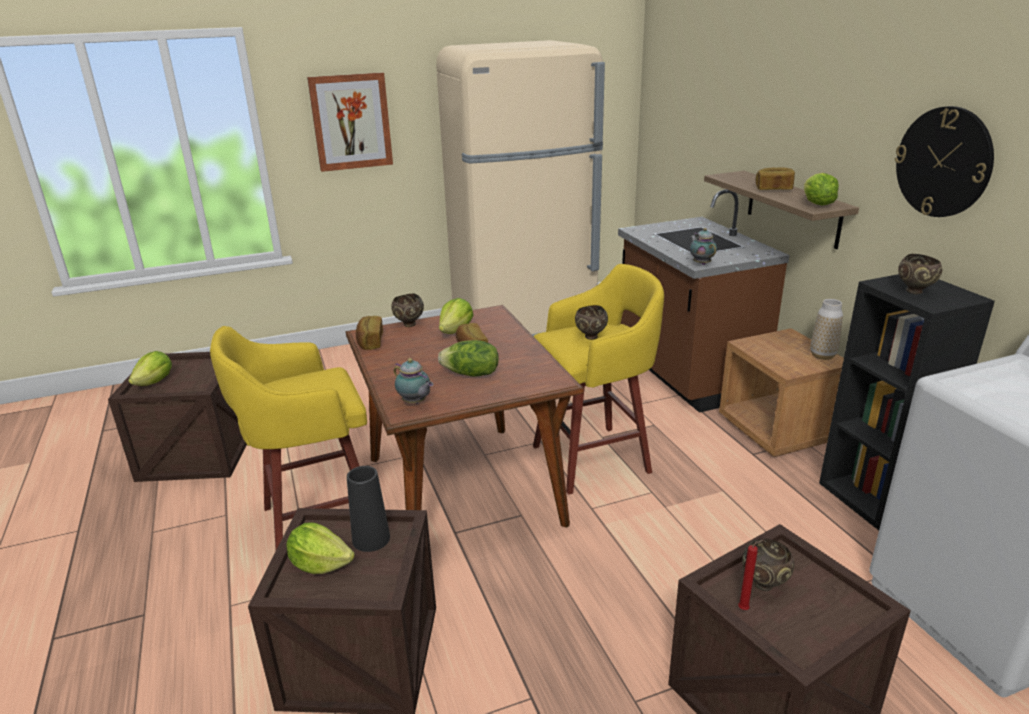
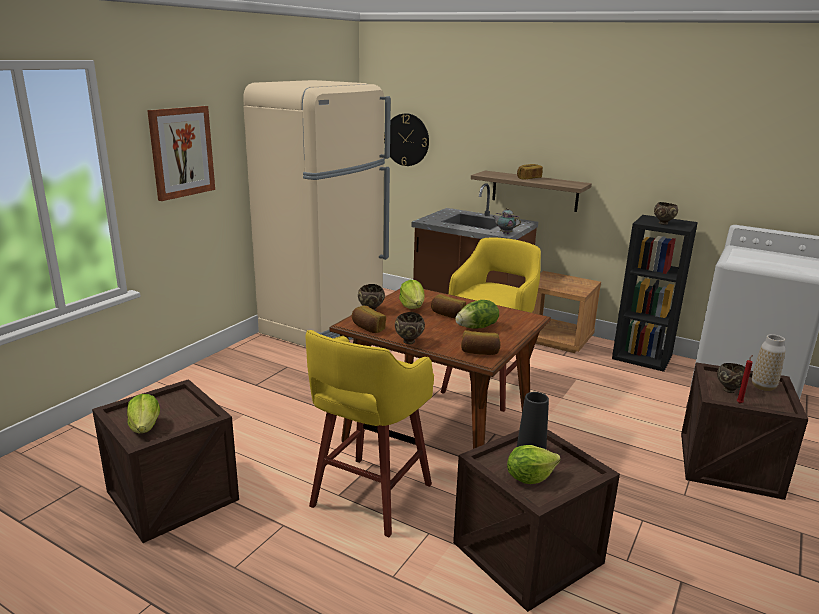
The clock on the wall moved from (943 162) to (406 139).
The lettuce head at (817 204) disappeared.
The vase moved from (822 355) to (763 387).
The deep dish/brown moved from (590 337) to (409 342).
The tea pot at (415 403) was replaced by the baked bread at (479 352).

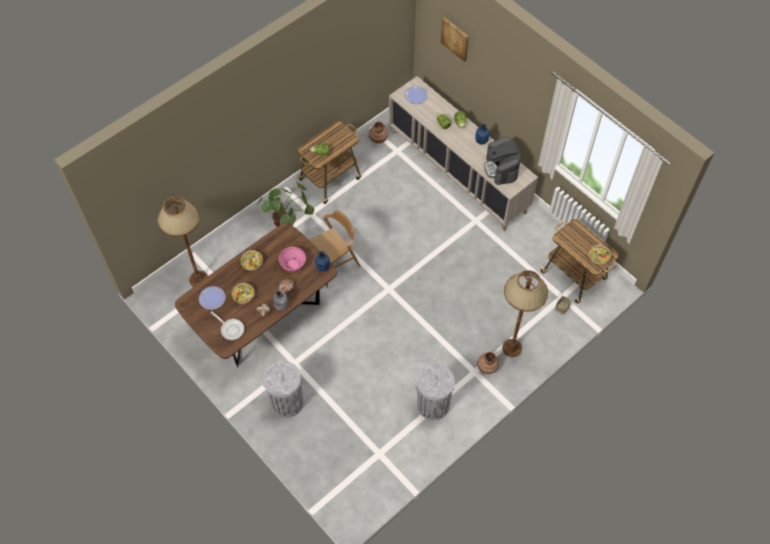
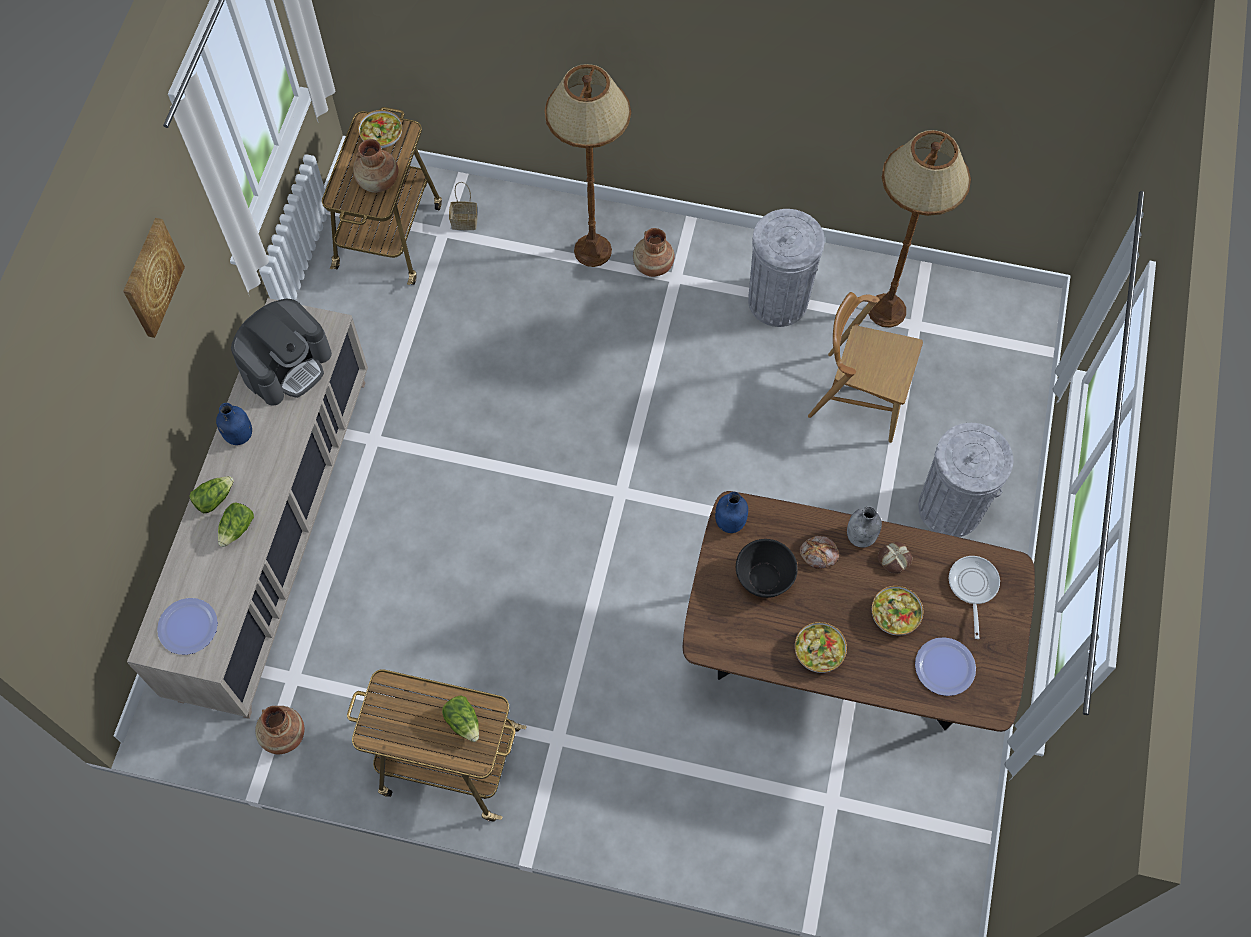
The wall art moved from (455 38) to (151 277).
The houseplant at (287 222) disappeared.
The floor lamp/brown moved from (198 279) to (887 311).
The upright chair/brown moved from (333 264) to (859 396).
The deep dish/pink at (293 264) became the deep dish/black-coloured at (764 577).
The vase/brown at (378 182) appeared.

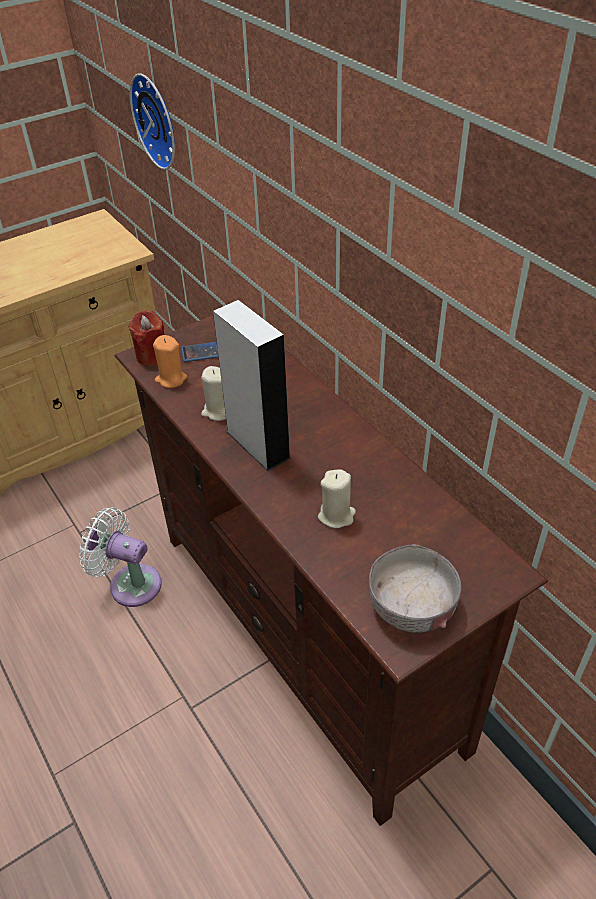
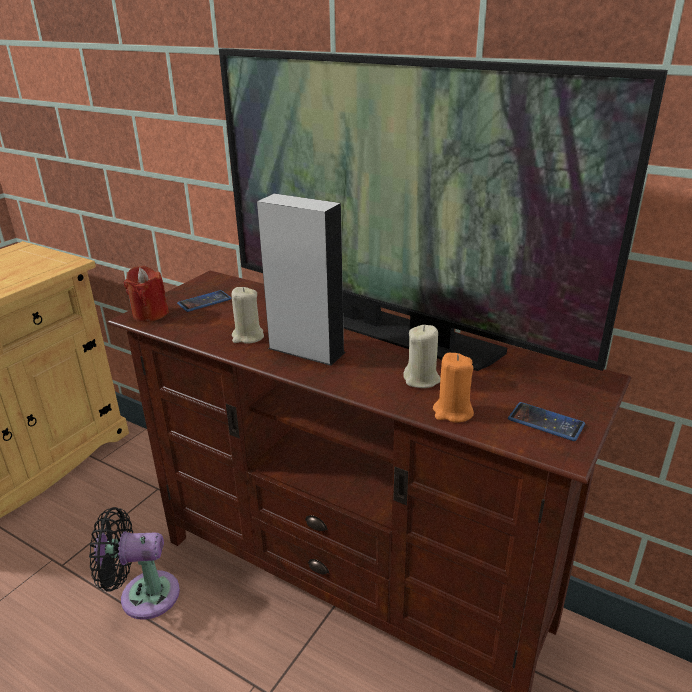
The clock on the wall at (159 120) disappeared.
The wax light/orange-coloured moved from (171 379) to (452 412).
The fan/white at (130 583) became the fan/black-coloured at (143 595).
The deep dish/greyish at (411 606) was replaced by the phone at (545 422).
The TV set at (396 333) appeared.

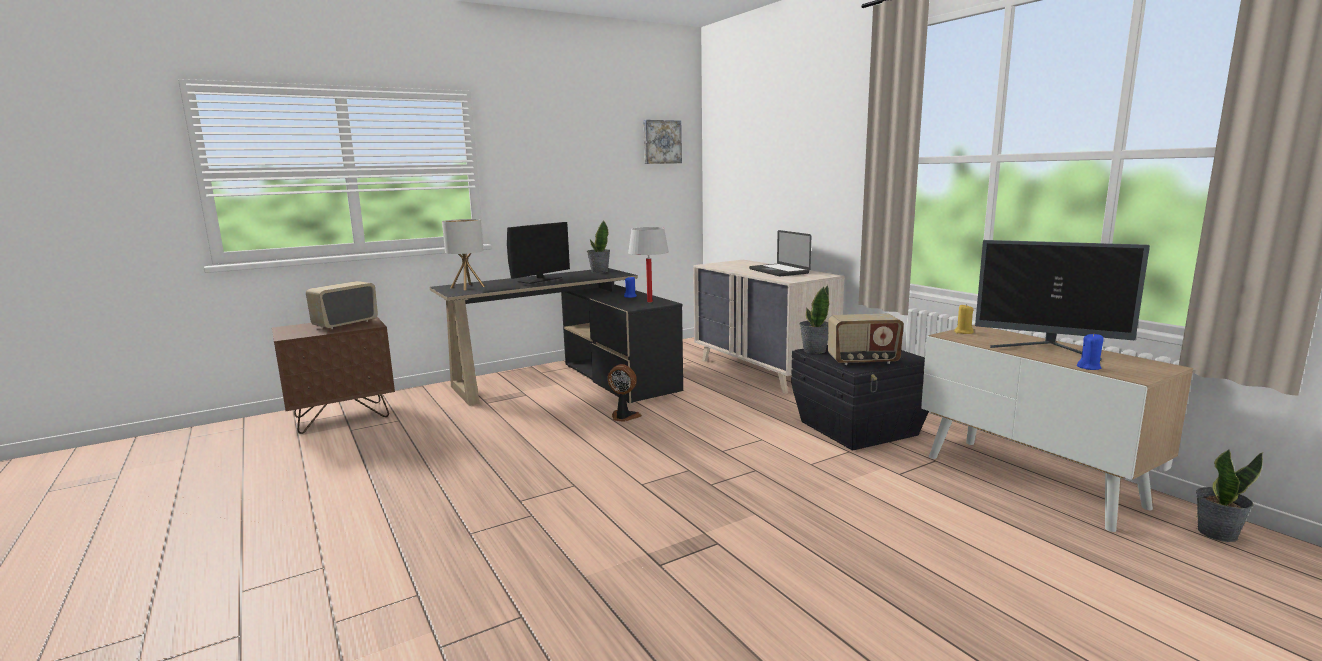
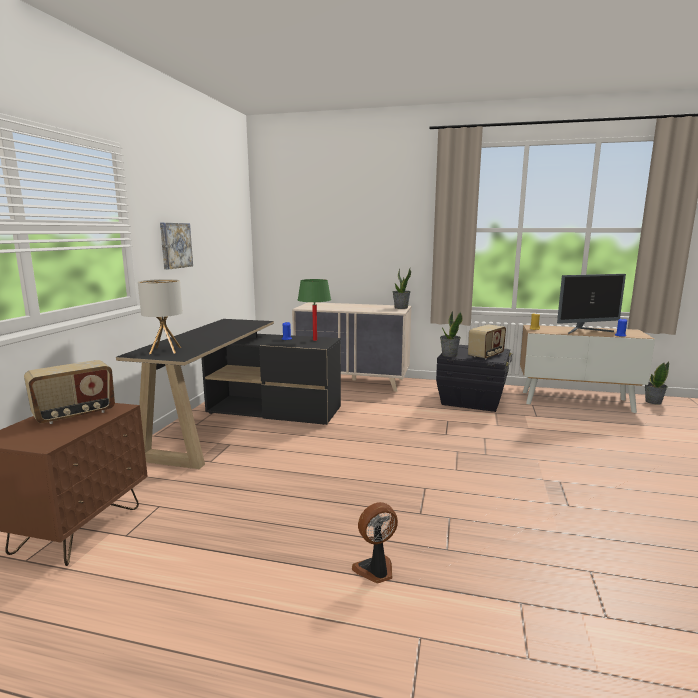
The wall art moved from (661 142) to (175 245).
The houseplant moved from (599 271) to (401 308).
The computer display at (540 280) disappeared.
The lamp for a table/white at (649 302) became the lamp for a table/green-coloured at (315 340).
The laptop at (778 271) disappeared.
The radio receiver at (345 324) turned 120 degrees counterclockwise.
The fan moved from (624 417) to (376 571).

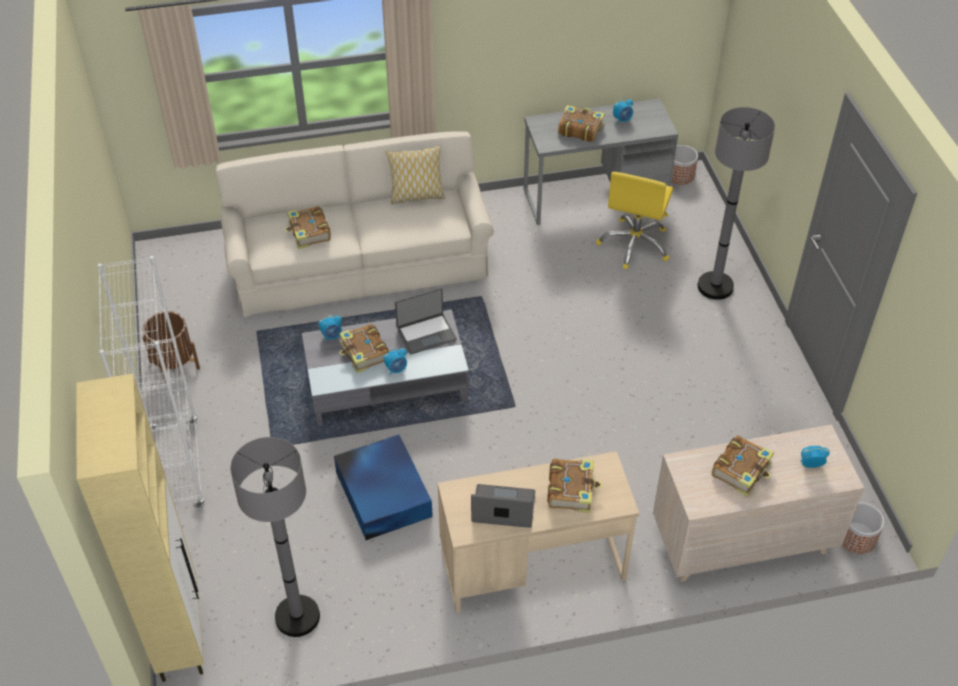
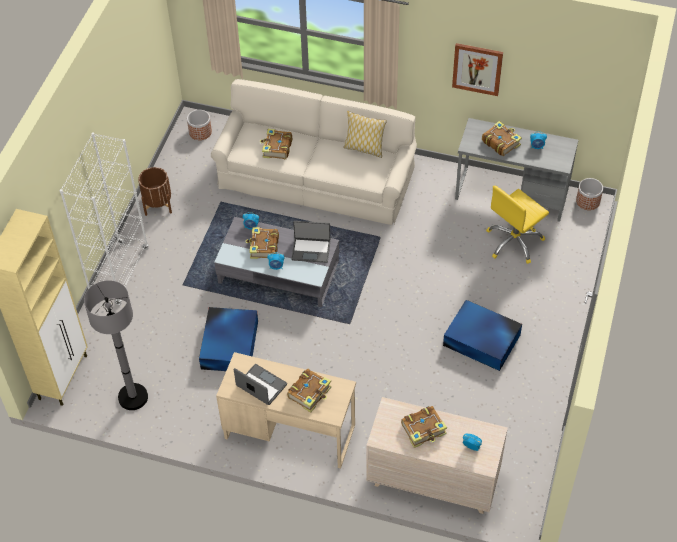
The floor lamp/greyish at (715 286) disappeared.
The flower pot moved from (856 537) to (200 132).
The wall art at (477 68) appeared.
The storage box/blue-coloured at (482 341) appeared.

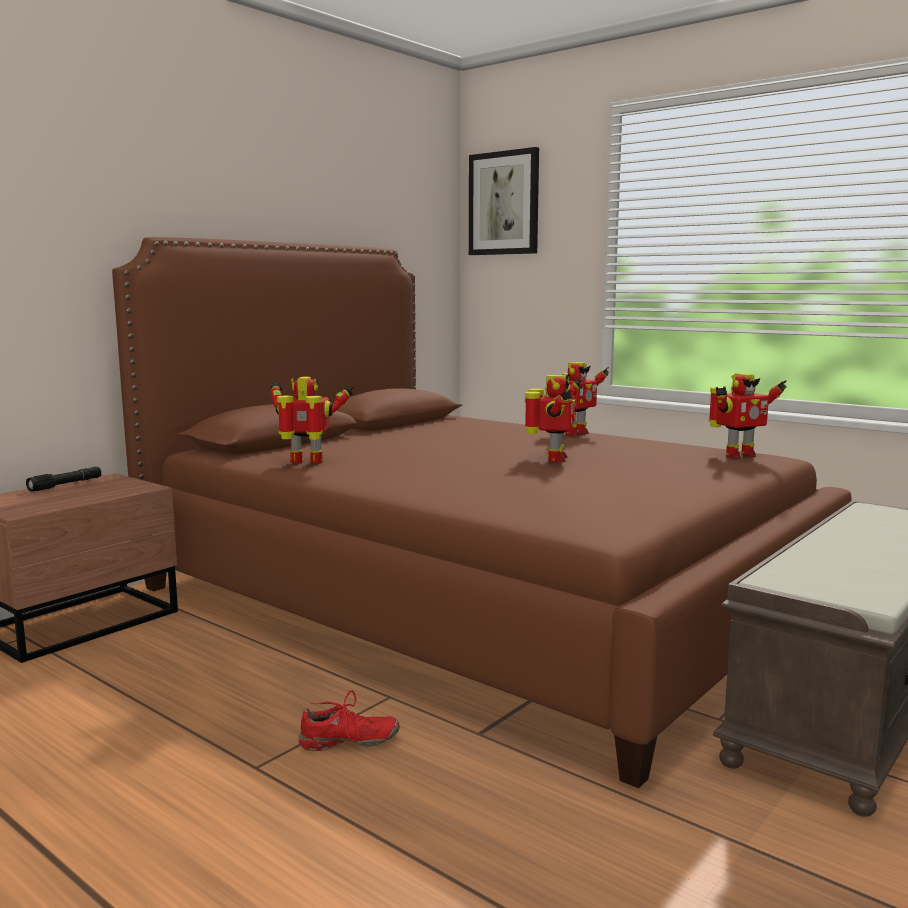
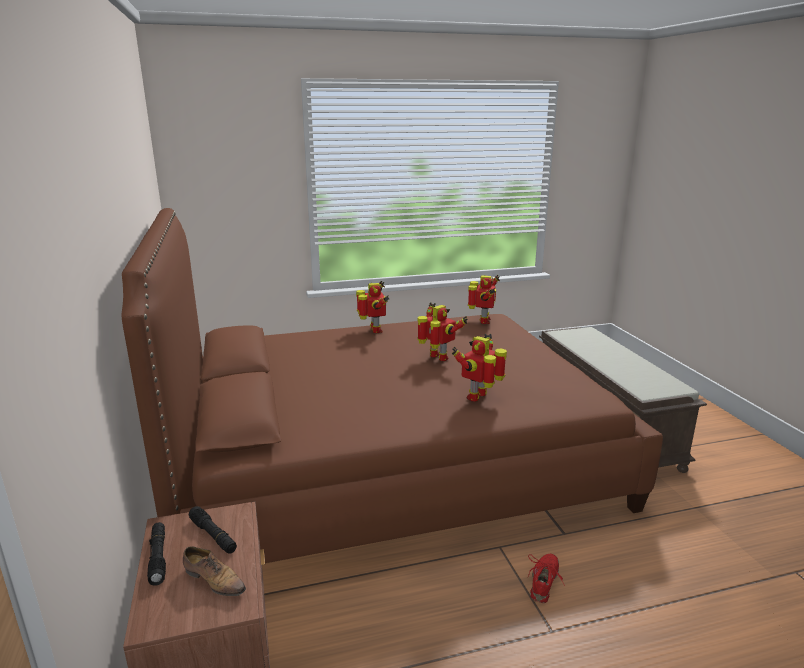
The wall art at (504 203) disappeared.
The robot figure moved from (307 462) to (479 397).
The torch/black-coloured at (213 535) appeared.
The low shoe at (214 580) appeared.

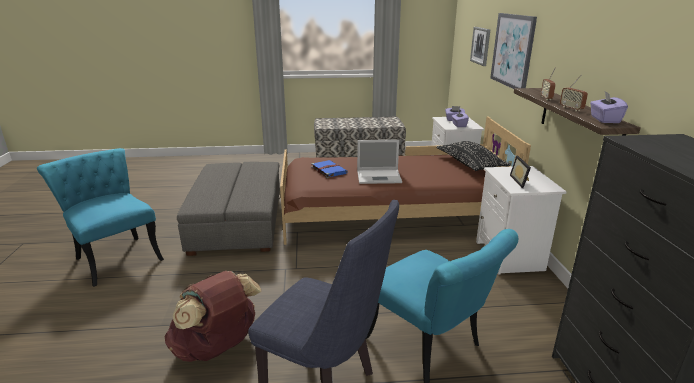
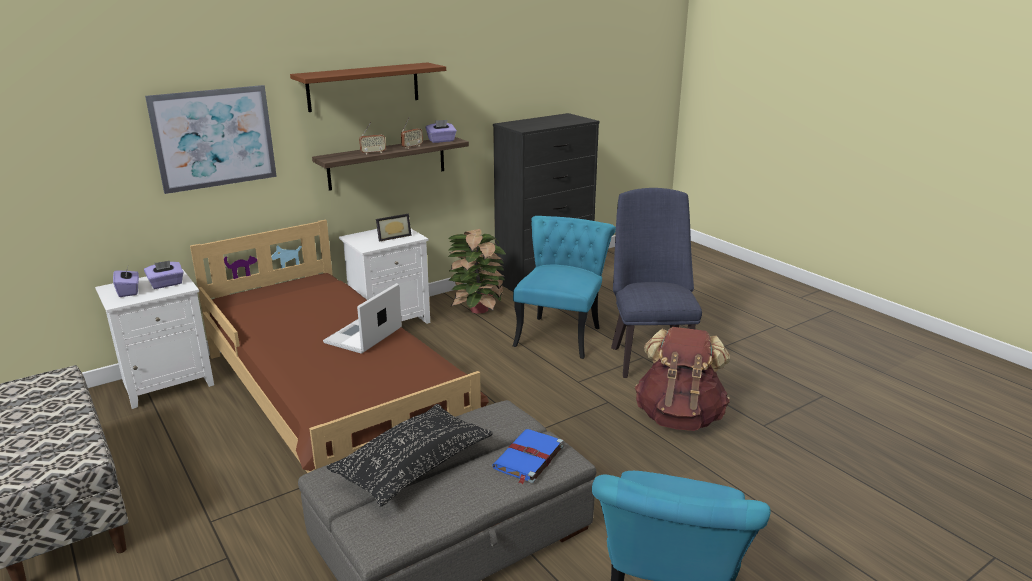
The wall art at (481 46) disappeared.
The laptop at (380 177) turned 120 degrees counterclockwise.
The pillow/black-coloured moved from (470 164) to (413 466).
The bound book/blue-coloured moved from (328 170) to (528 458).
The bracket shelf/brown at (363 86) appeared.
The houseplant at (478 308) appeared.

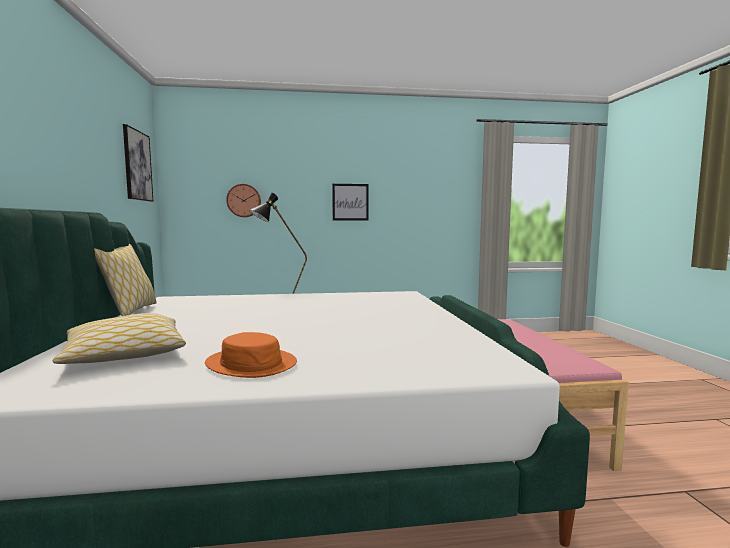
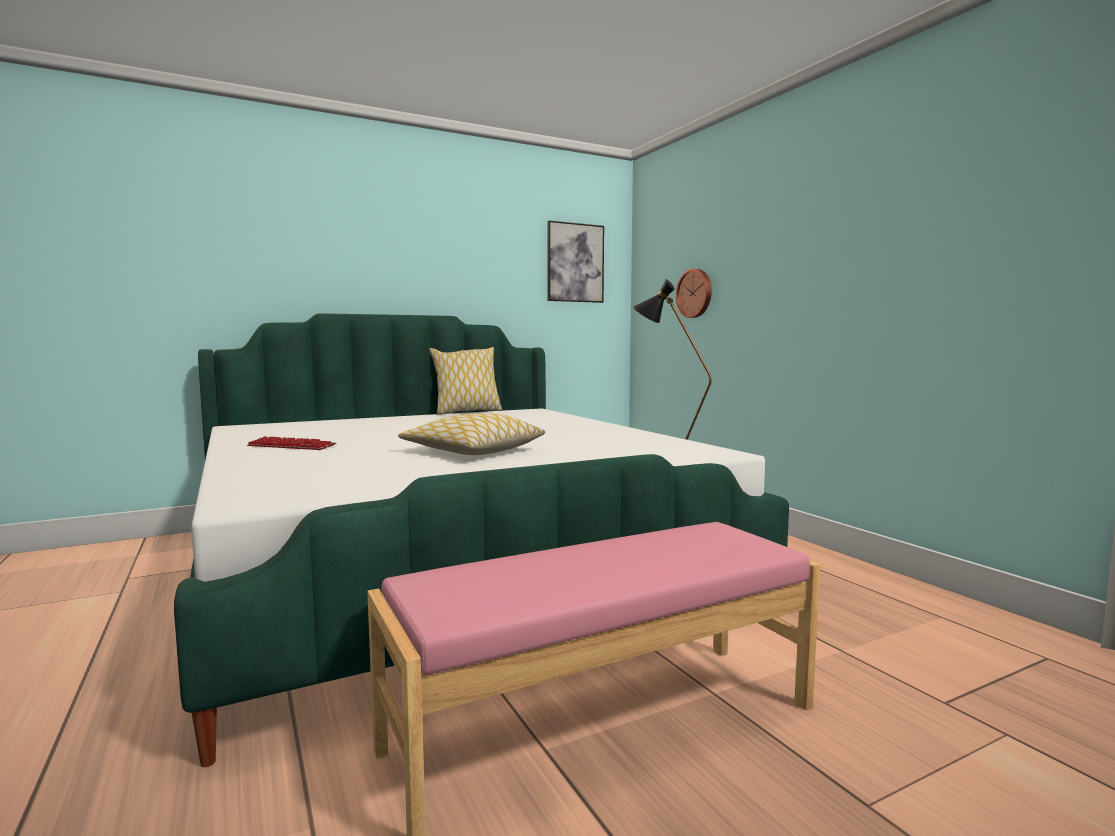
The wall art at (350 202) disappeared.
The pillow moved from (125 354) to (472 451).
The clothing hat/orange-coloured at (251 364) was replaced by the PC keyboard at (291 446).

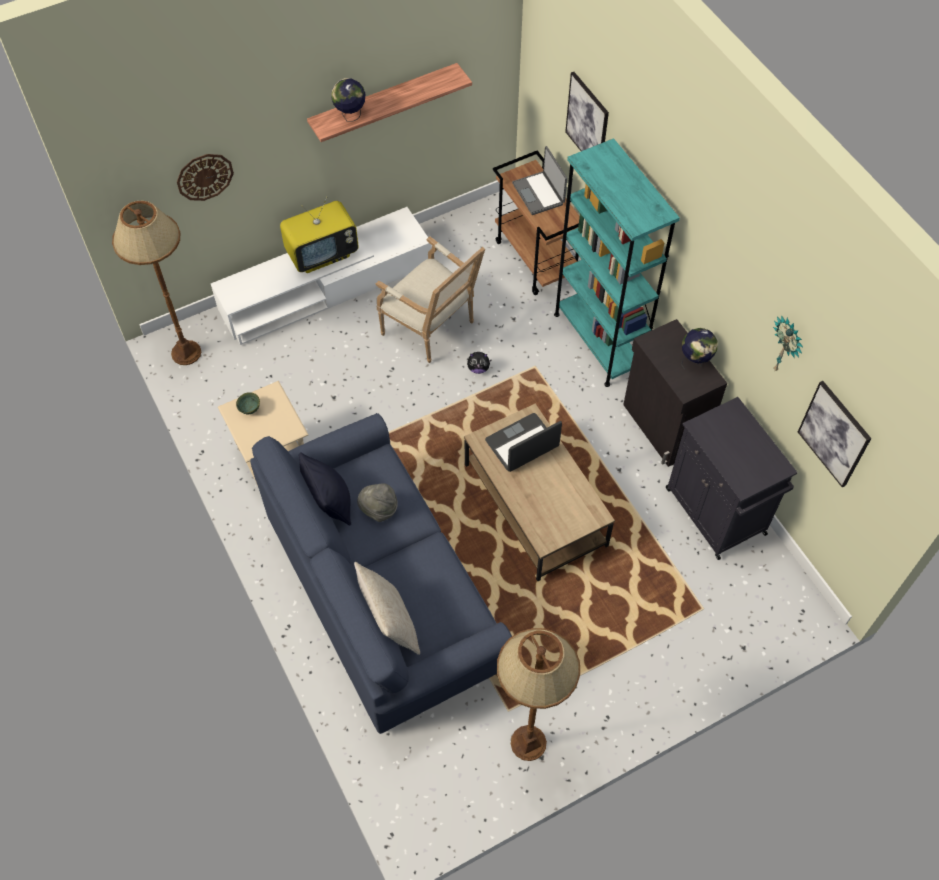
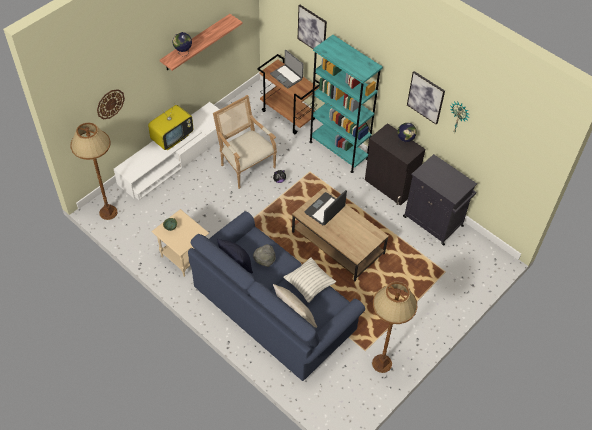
The lounge chair at (432 329) turned 150 degrees counterclockwise.
The wall art moved from (834 434) to (426 97).
The pillow at (309 285) appeared.

